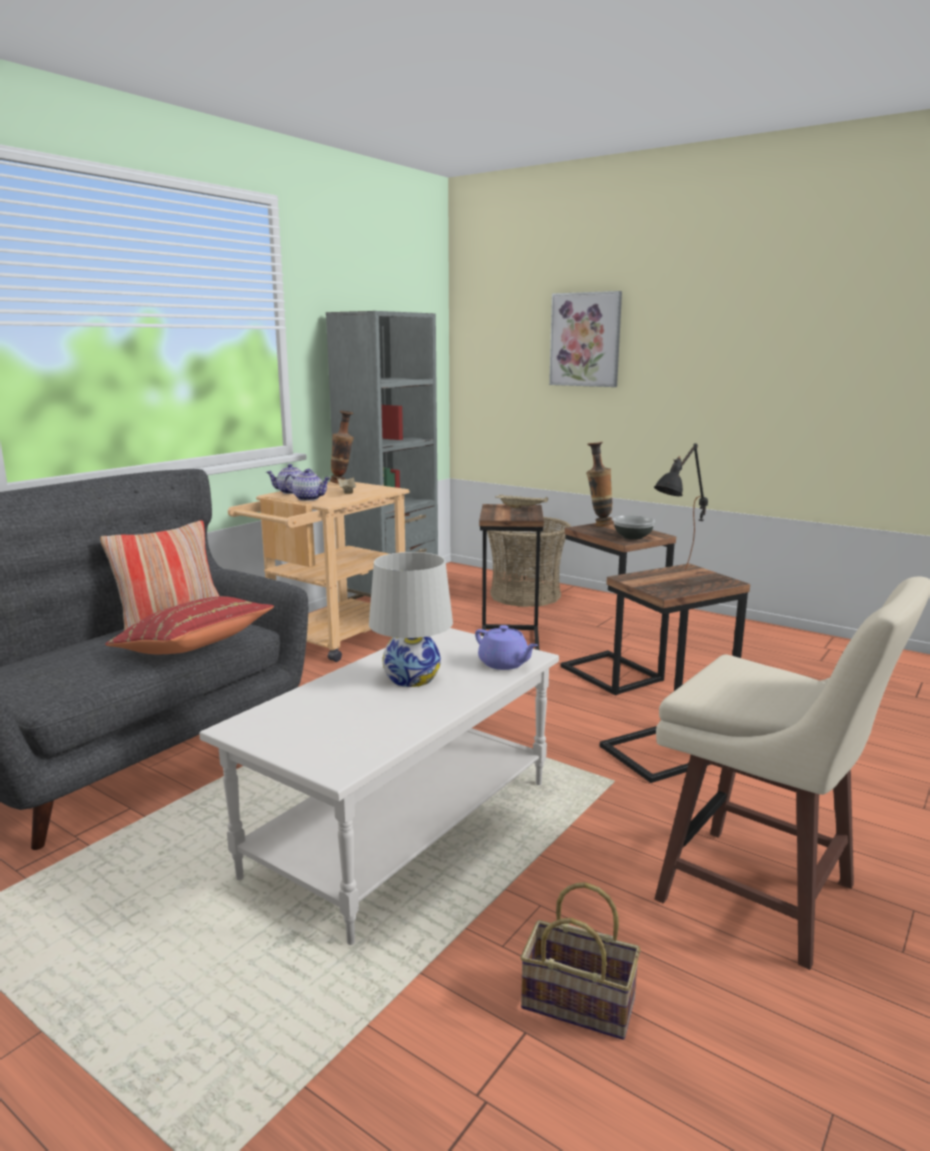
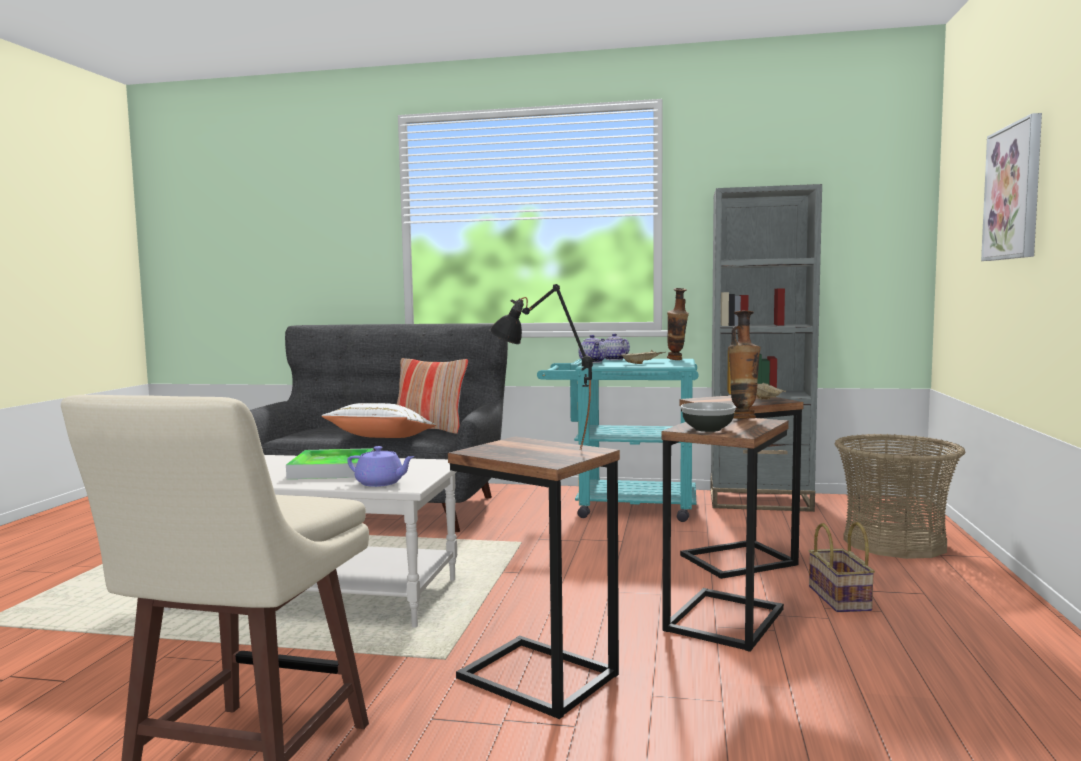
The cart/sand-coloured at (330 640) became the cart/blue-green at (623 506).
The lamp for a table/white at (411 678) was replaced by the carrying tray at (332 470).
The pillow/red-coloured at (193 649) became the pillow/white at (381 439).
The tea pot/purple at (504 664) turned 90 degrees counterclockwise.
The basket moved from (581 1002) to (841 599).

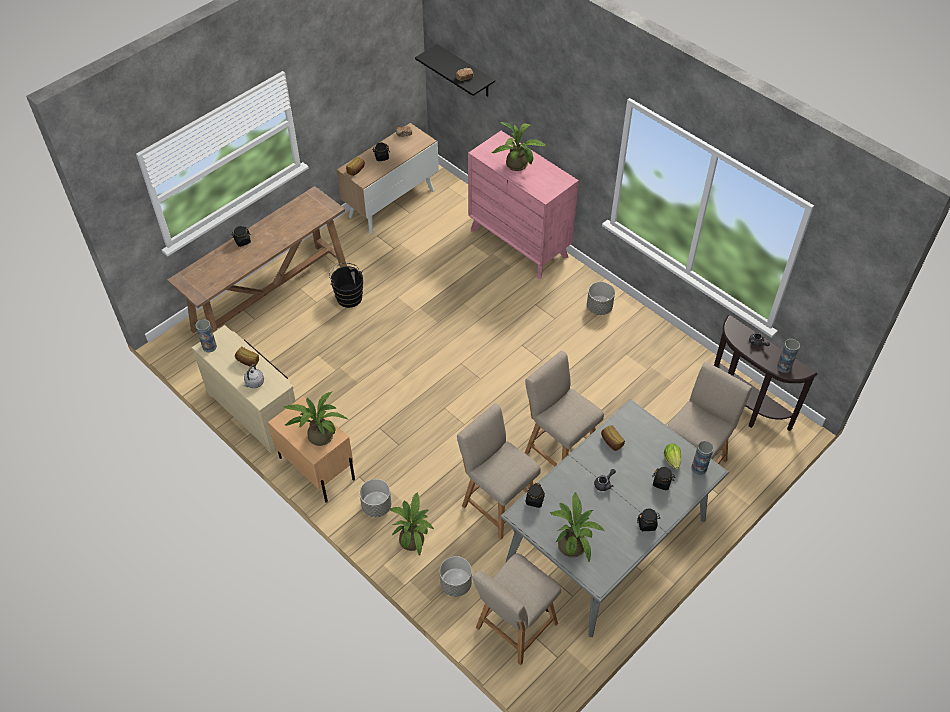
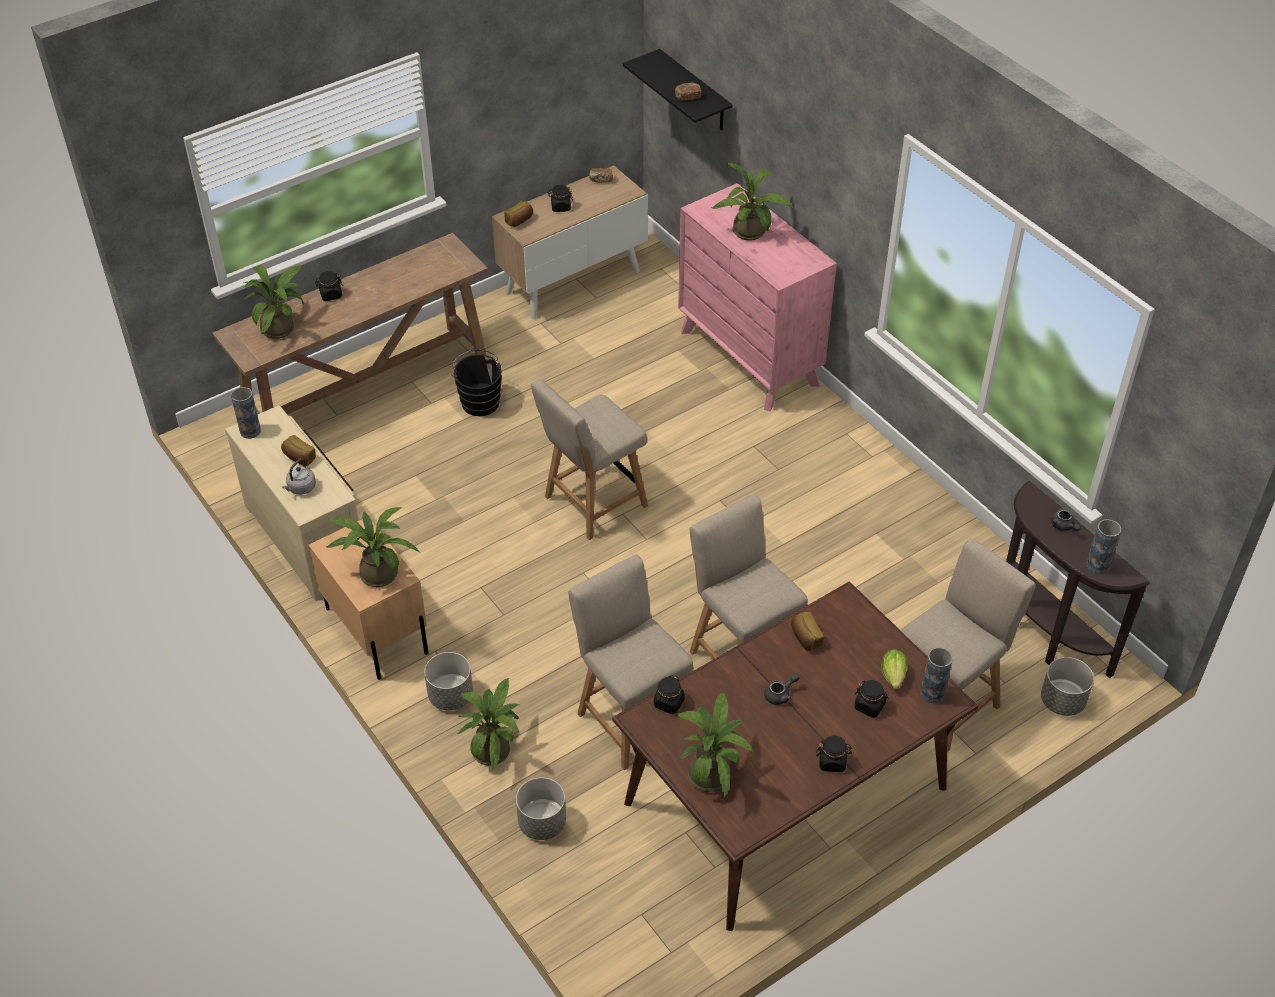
The flower pot/greyish moved from (599 307) to (1062 701).
The dining table/greyish at (607 539) became the dining table/brown at (786 794).
The upright chair/sand-coloured moved from (514 628) to (591 503).
The houseplant at (281 327) appeared.

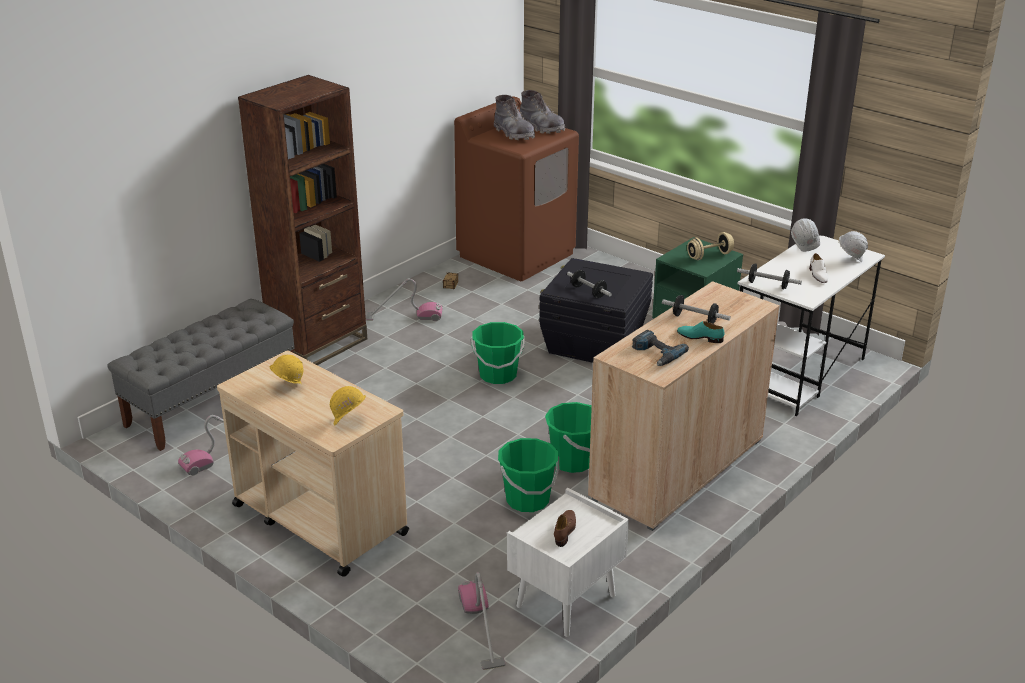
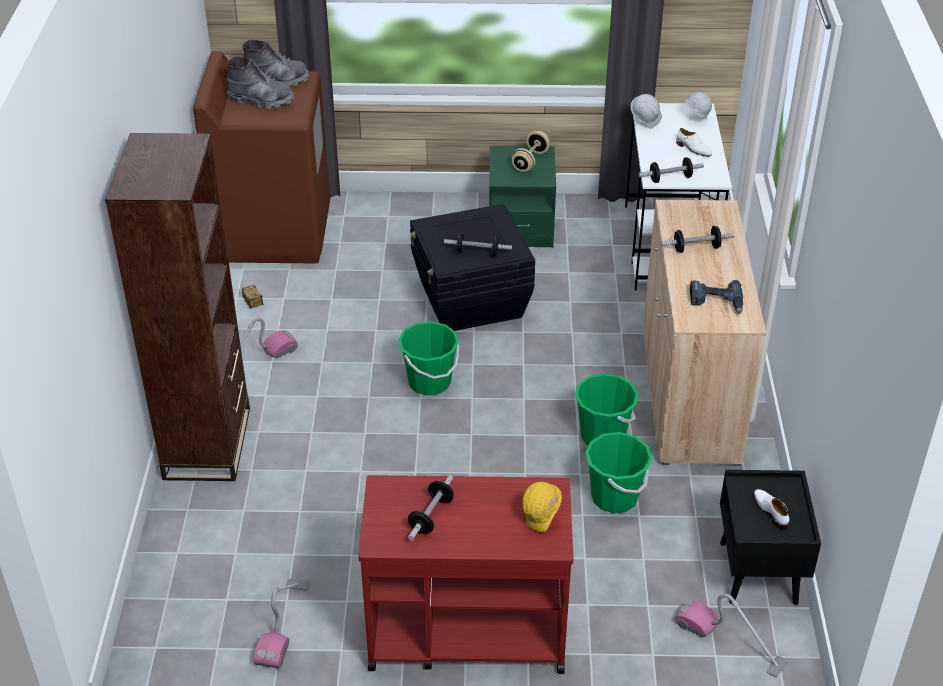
The indoor bench/greyish at (212 402) disappeared.
The low shoe/blue-green at (700 337) disappeared.
The cart/sand-coloured at (319 518) became the cart/red-coloured at (465 631).
The work helmet/yellow at (288 387) was replaced by the free weight at (431 516).
The nightstand/white at (566 602) became the nightstand/black-coloured at (759 573).
The low shoe/brown at (565 530) became the low shoe/white at (770 511).

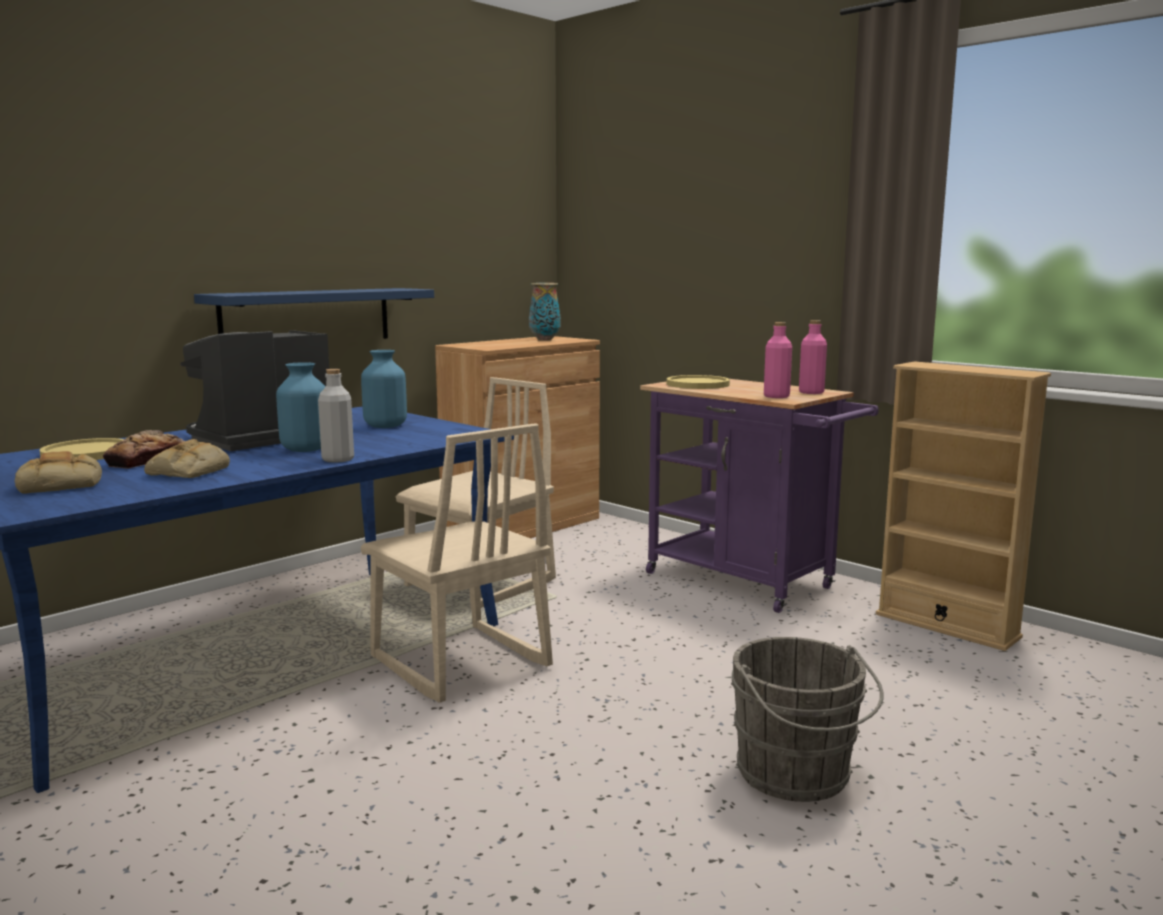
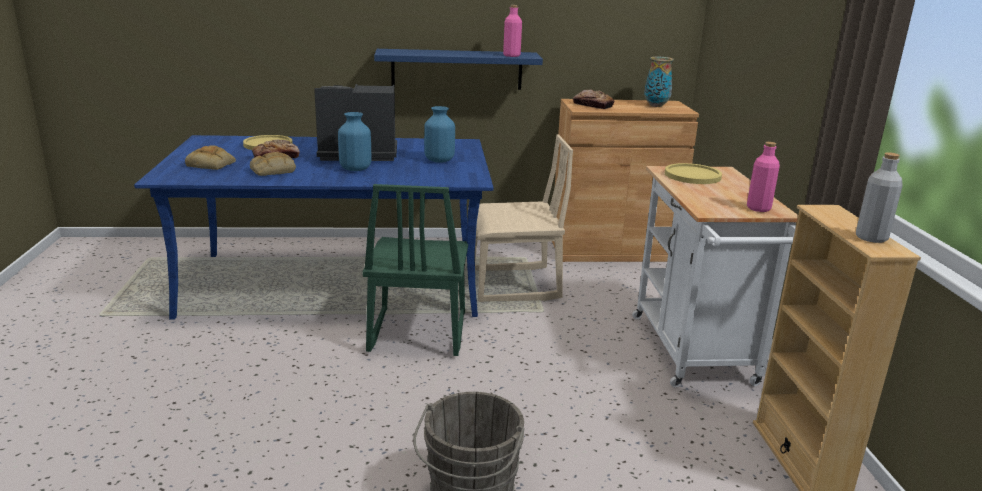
The drink bottle/pink moved from (776 396) to (511 55).
The drink bottle/greyish moved from (338 459) to (871 238).
The cart/purple at (748 583) became the cart/white at (696 355).
The upright chair/sand-coloured at (458 663) became the upright chair/green-coloured at (416 332).
The baked bread at (592 105) appeared.

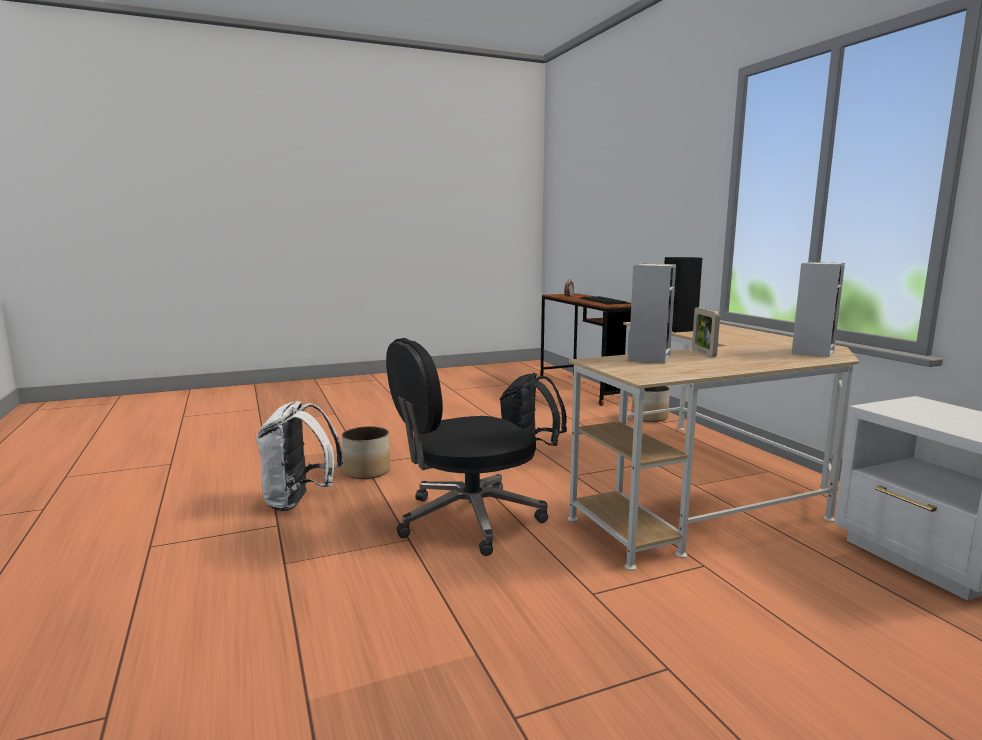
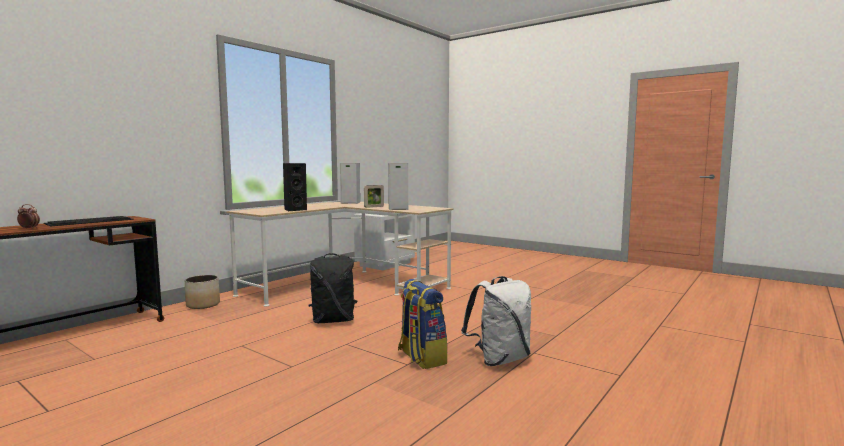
The office chair/black-coloured at (466 520) disappeared.
The flower pot at (367 471) was replaced by the backpack at (421 358).

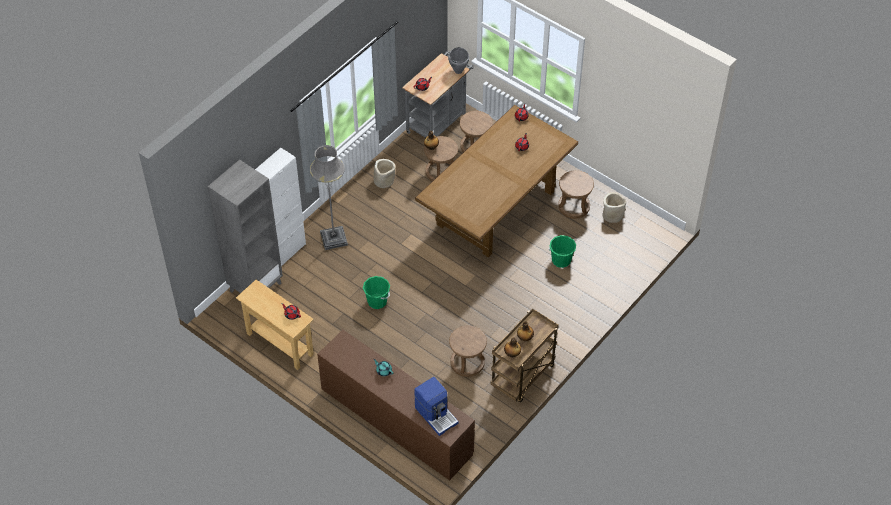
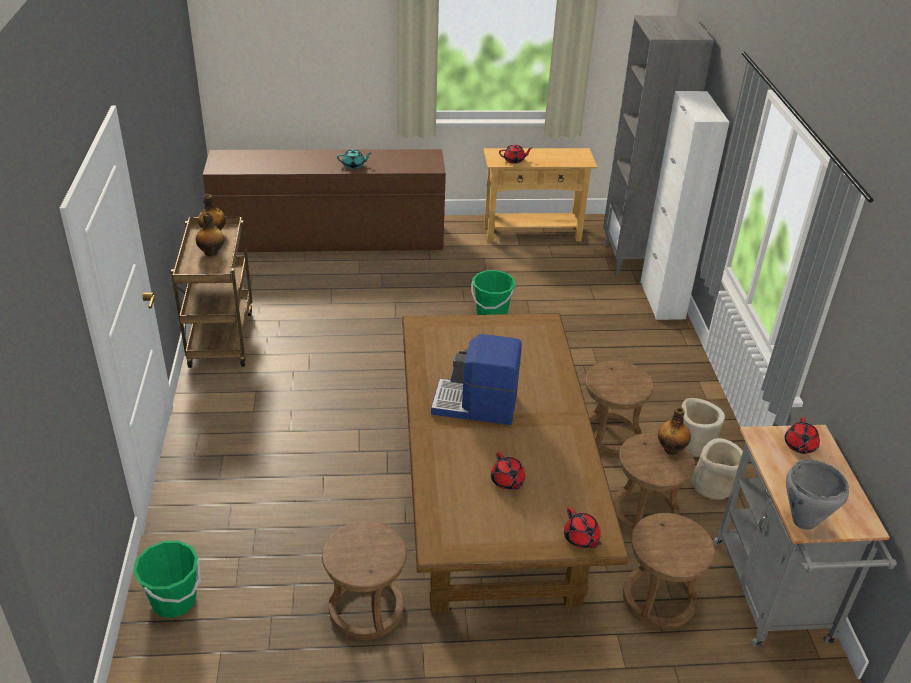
The floor lamp/greyish at (333 239) disappeared.
The flower pot/sand-coloured moved from (612 215) to (712 487).
The pail/green-coloured moved from (561 260) to (174 600).
The stool/brown moved from (467 362) to (610 435).
The coffee machine moved from (436 415) to (475 405).

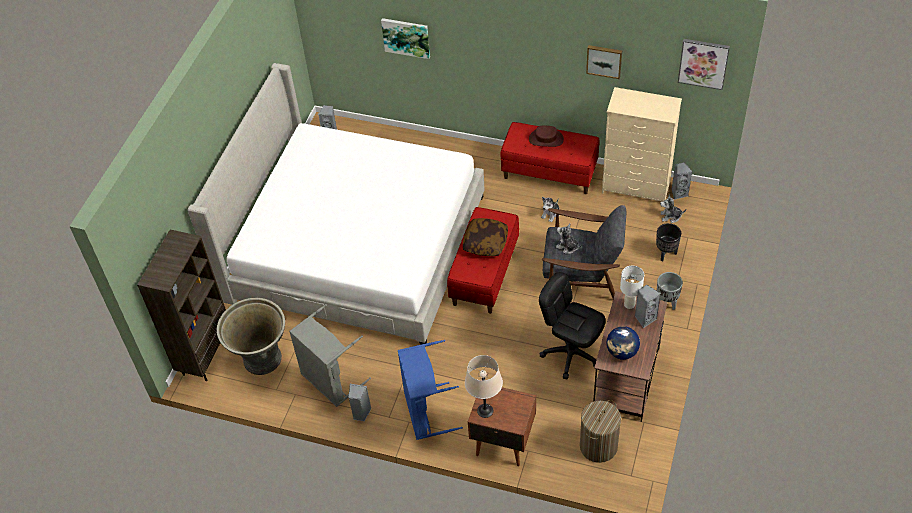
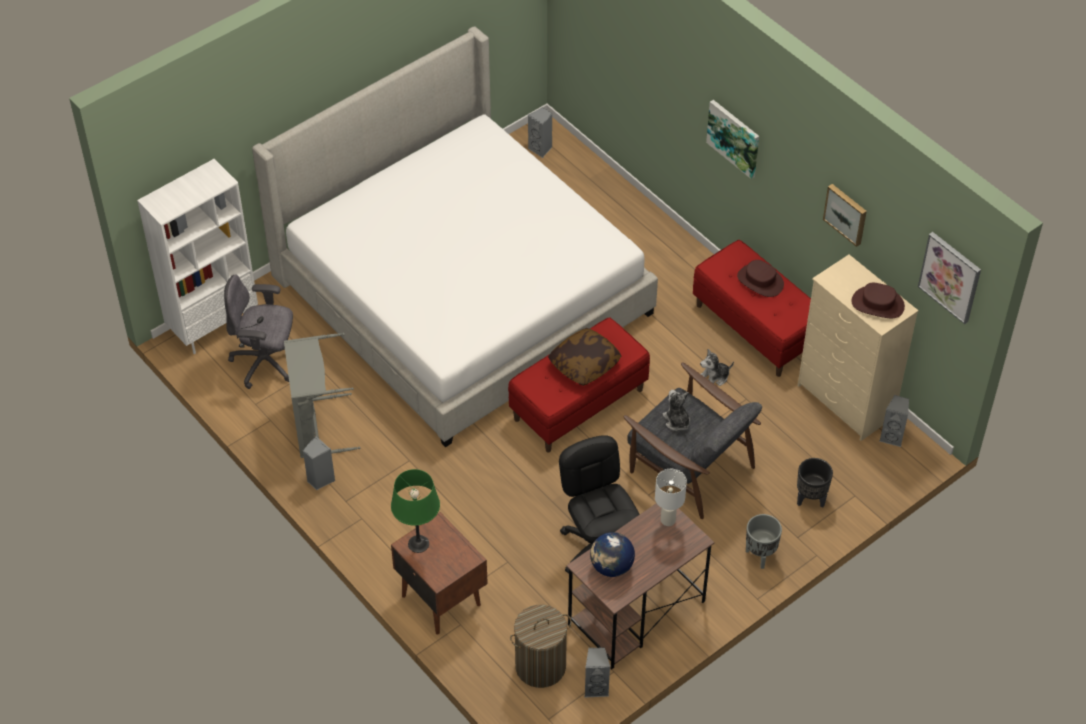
The wall art moved from (406 37) to (734 138).
The cuddly toy at (670 216) disappeared.
The shelving unit/brown at (205 355) became the shelving unit/white at (214 326).
The speaker/greyish moved from (645 318) to (596 687).
The flower pot/greyish at (261 359) was replaced by the office chair/greyish at (265 363).
The hamper/blue-coloured at (425 412) disappeared.
The lamp for a table/sand-coloured at (485 411) became the lamp for a table/green-coloured at (418 544).
The clothing hat/brown at (877 304) appeared.

